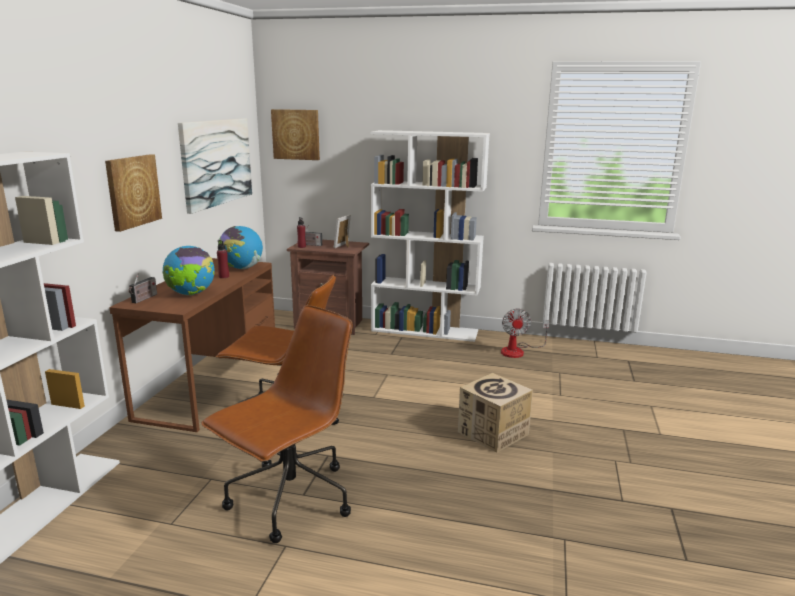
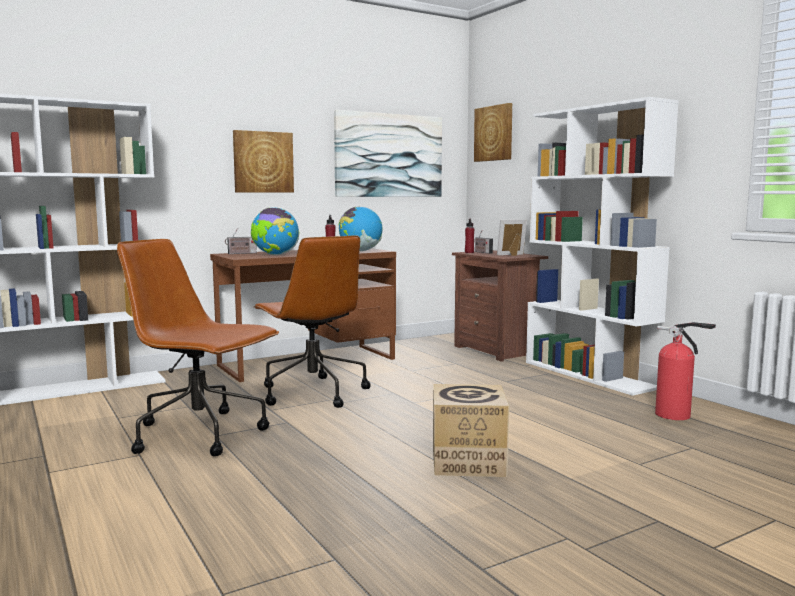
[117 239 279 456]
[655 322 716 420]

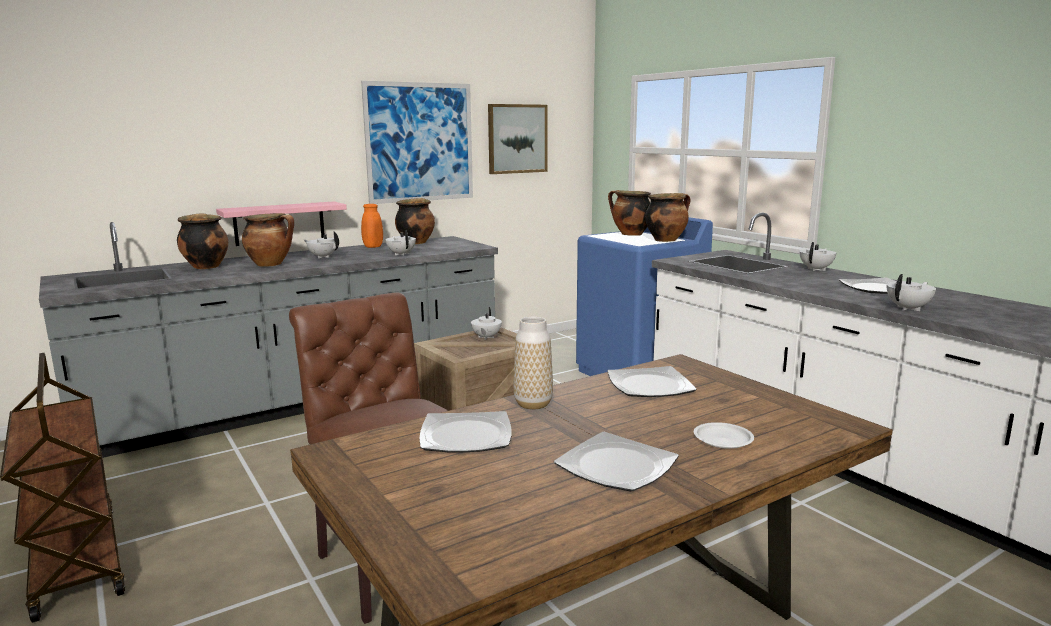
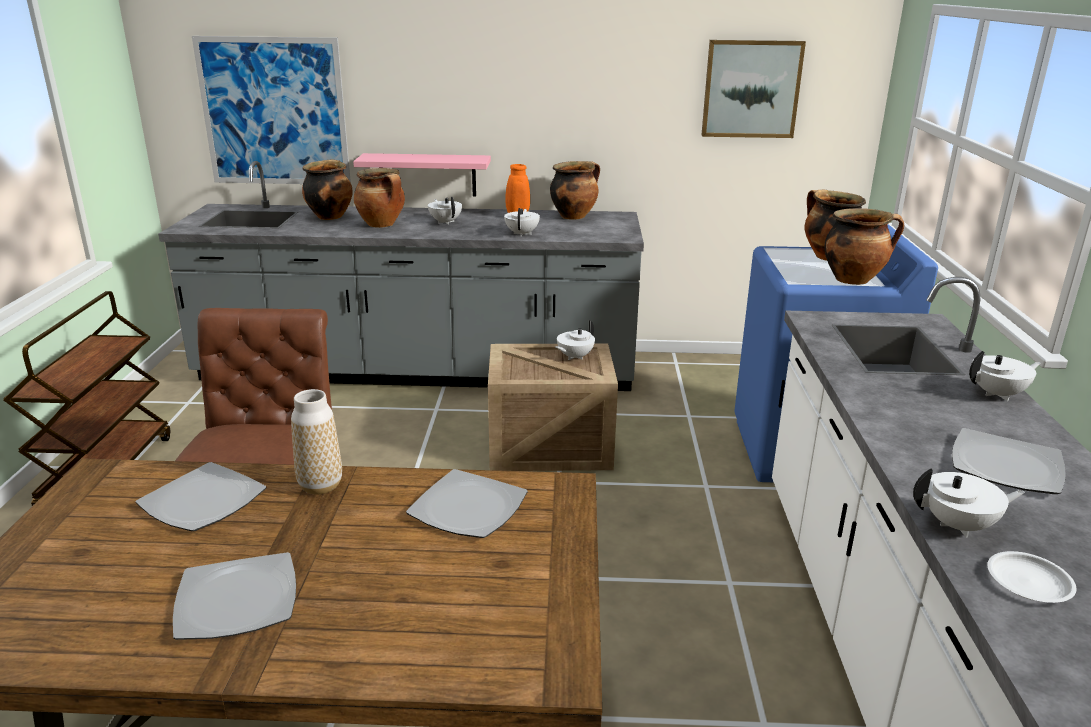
[192 36 351 184]
[988 551 1077 603]

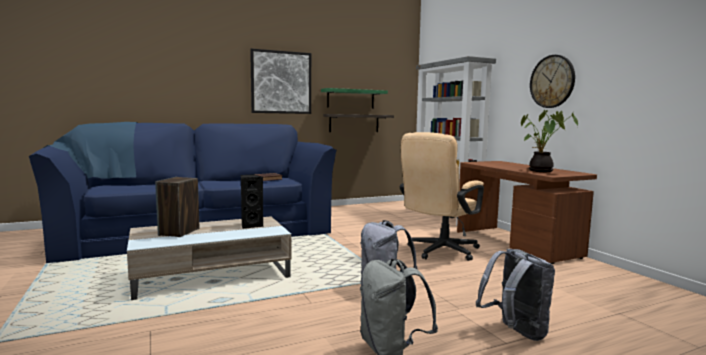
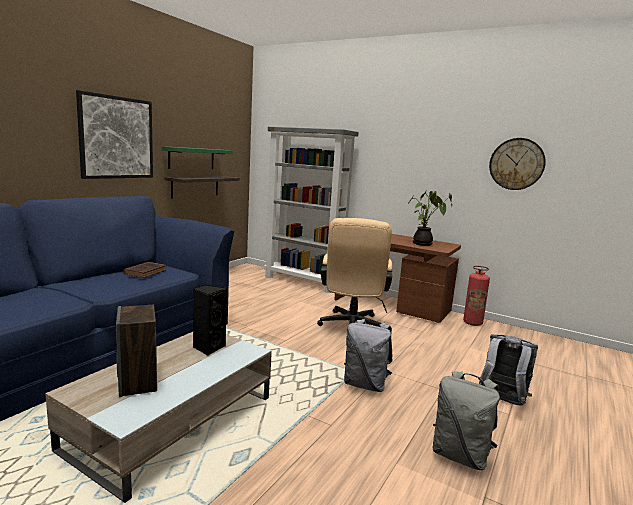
[489 138 546 190]
[463 266 490 326]

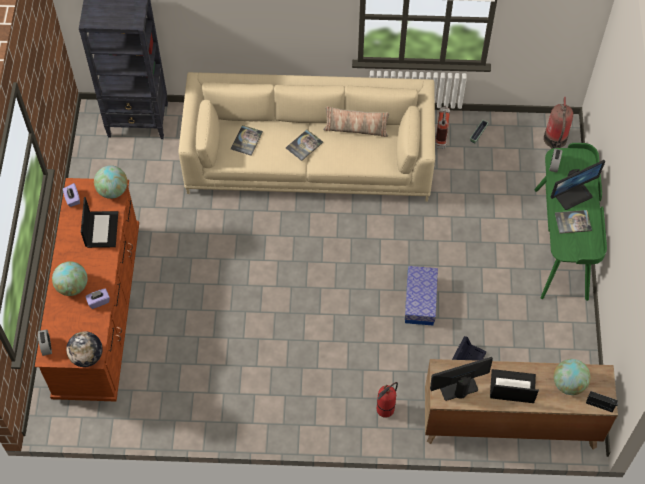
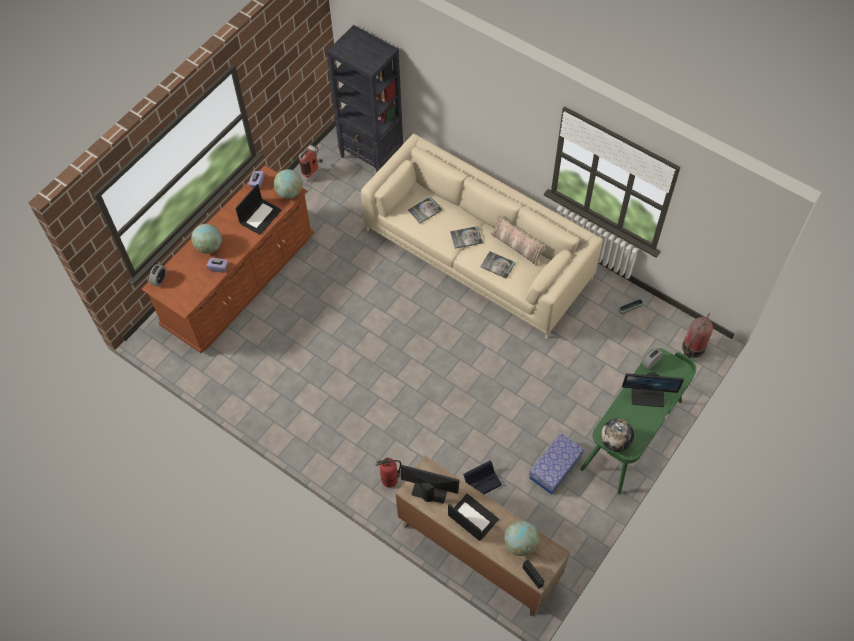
[299 145 323 183]
[481 251 516 279]
[529 433 584 495]
[601 419 634 452]

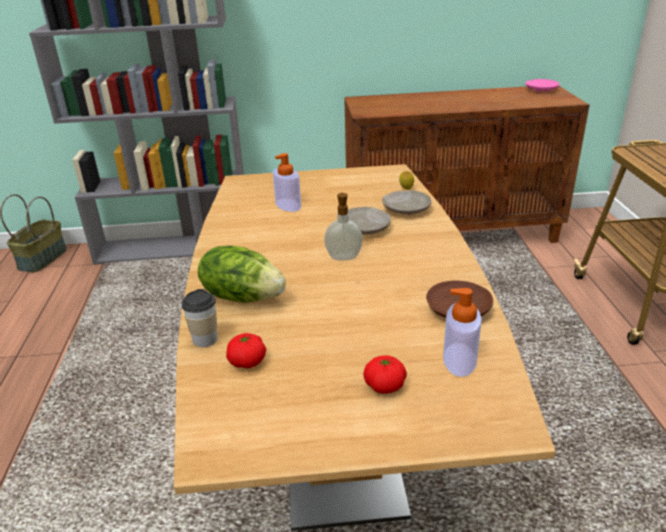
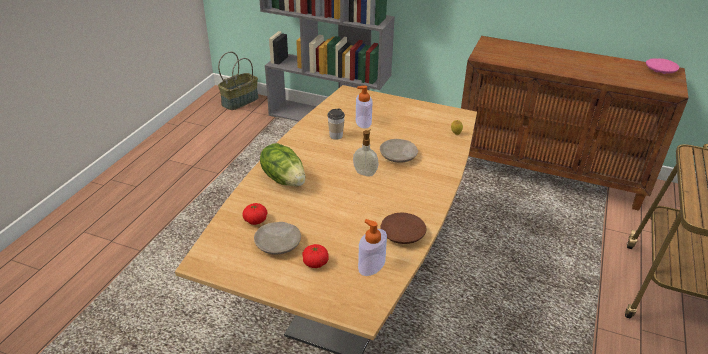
[254 222 301 255]
[327 108 345 140]

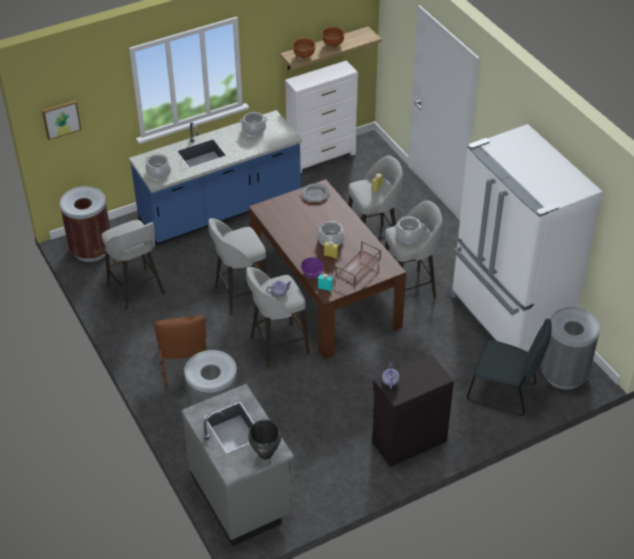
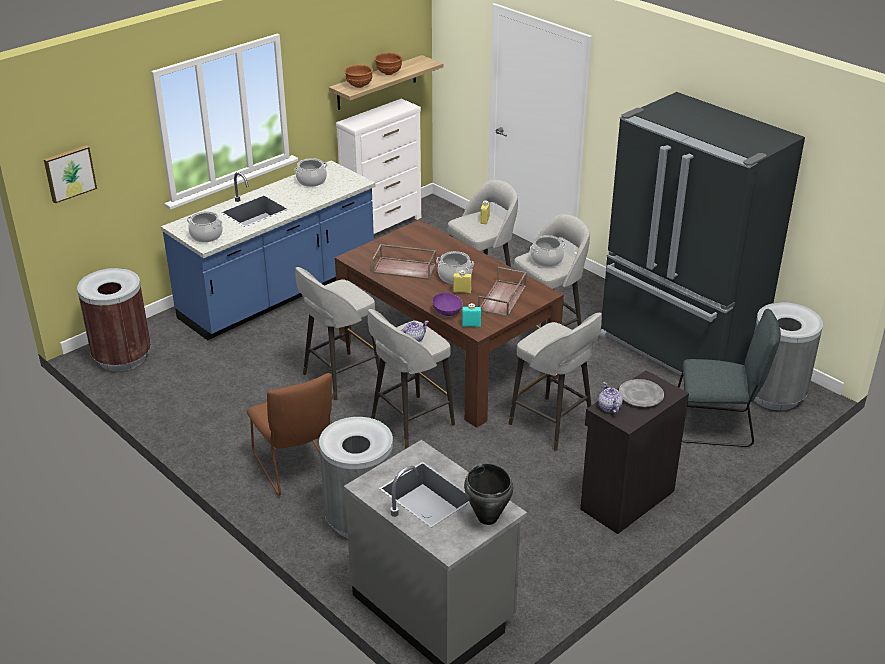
[599 92 805 375]
[619 379 664 407]
[509 313 602 451]
[372 244 436 280]

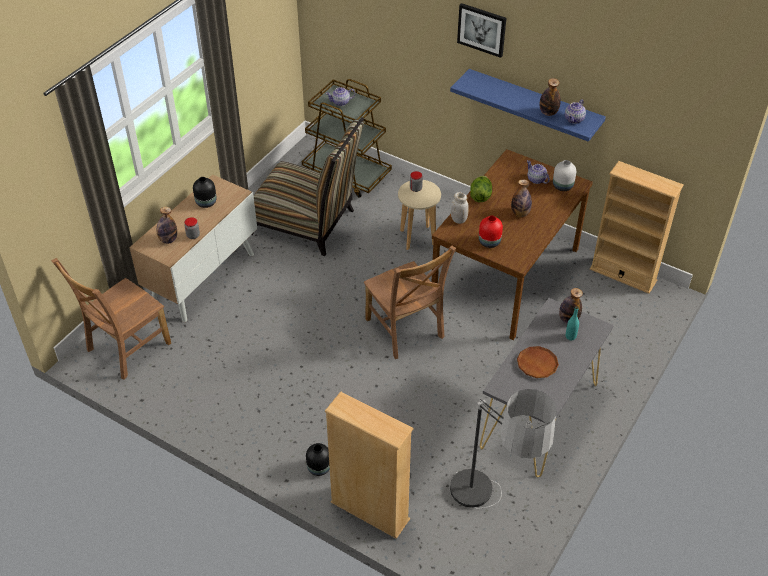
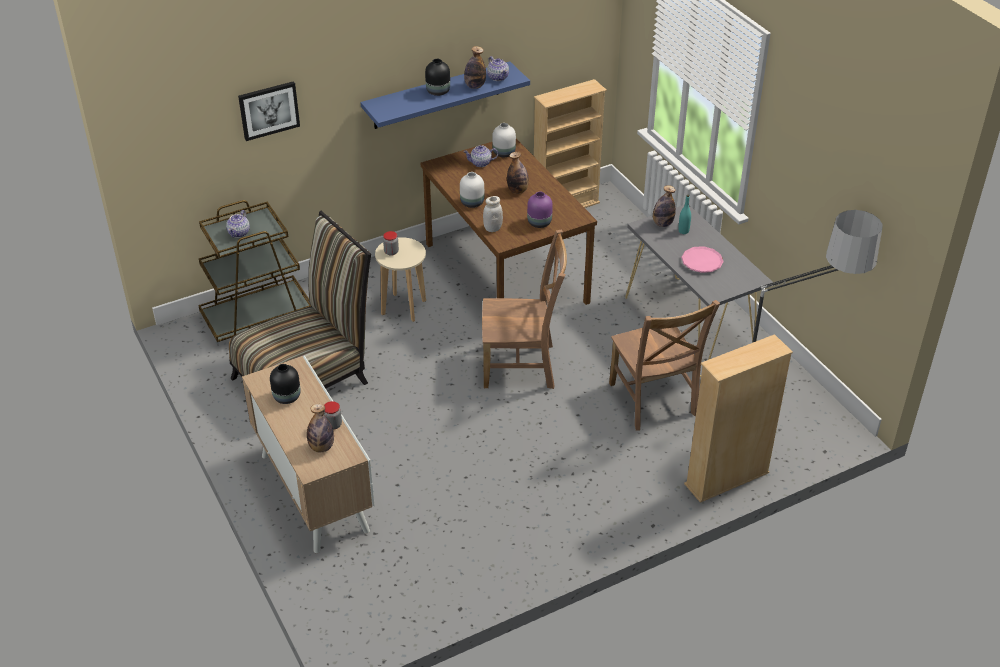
[238 81 300 141]
[460 172 484 208]
[527 192 553 228]
[609 300 720 431]
[681 246 724 273]
[425 59 450 96]

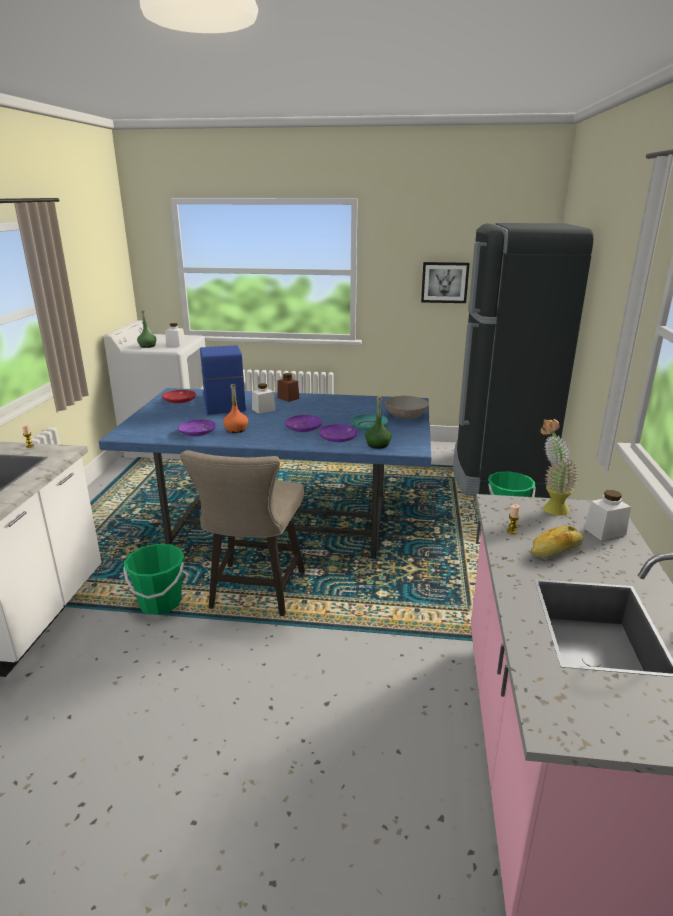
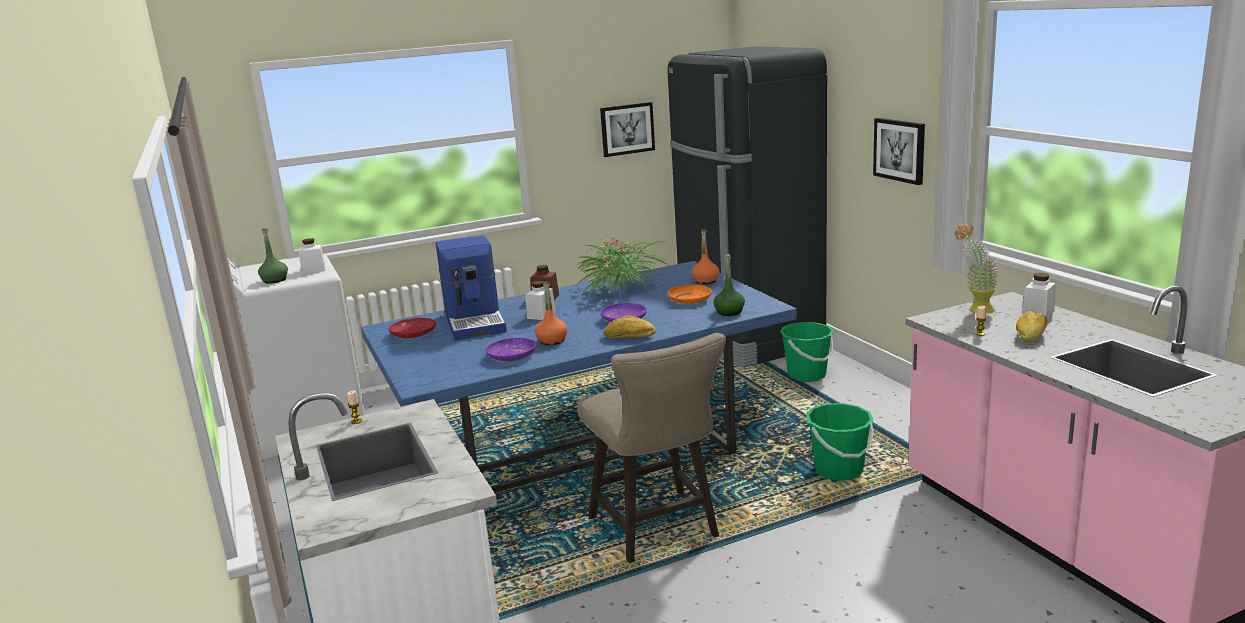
[436 235 507 341]
[691 229 720 284]
[667 285 712 304]
[319 424 357 442] (first image)
[806 403 874 481]
[873 118 925 185]
[576 235 673 299]
[604 315 655 338]

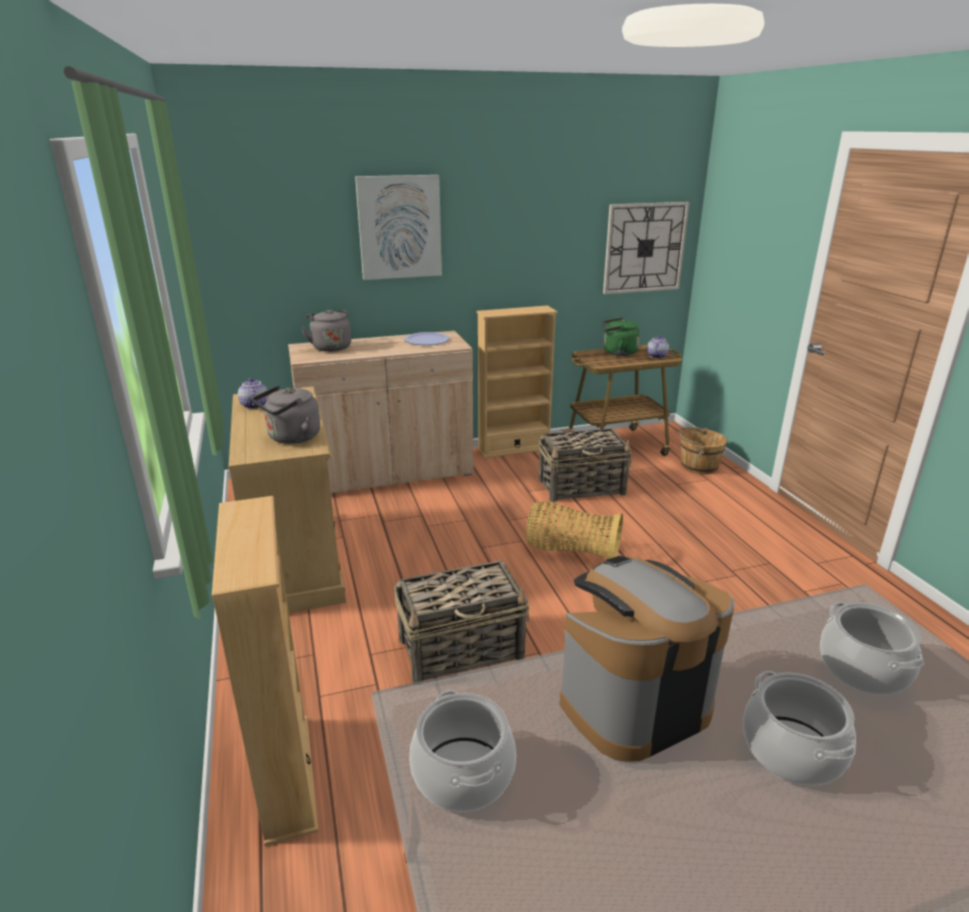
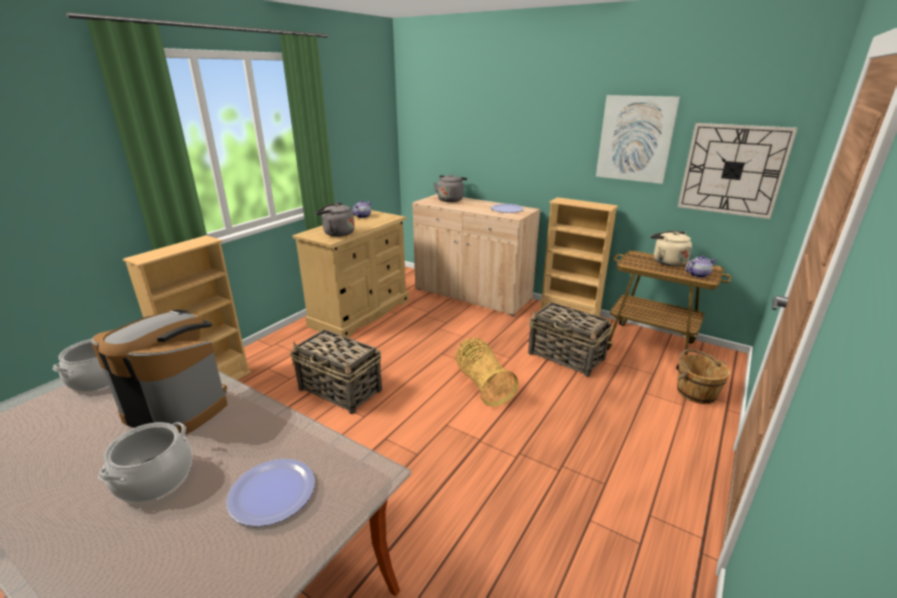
[596 95 680 184]
[650 231 692 266]
[226 459 315 527]

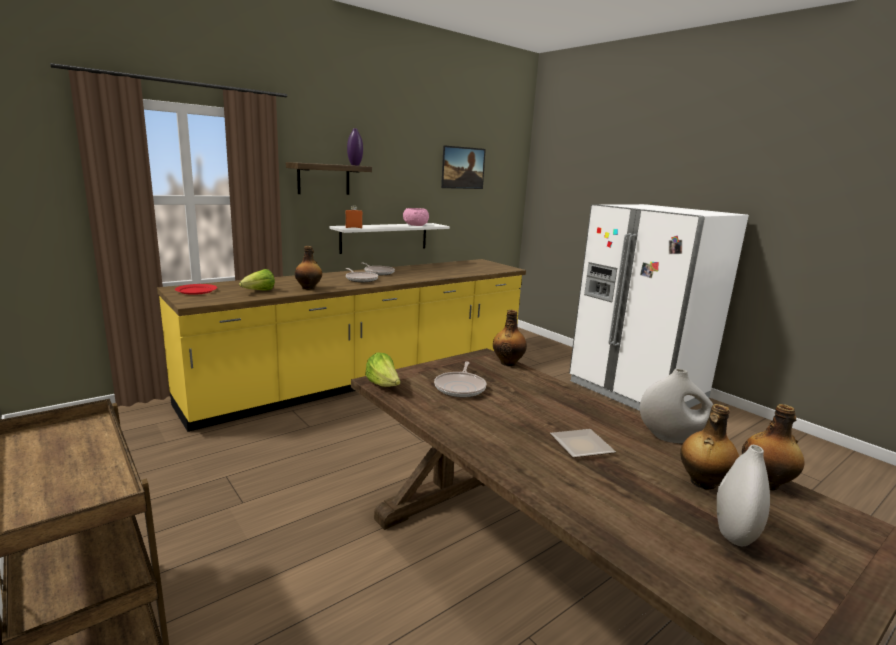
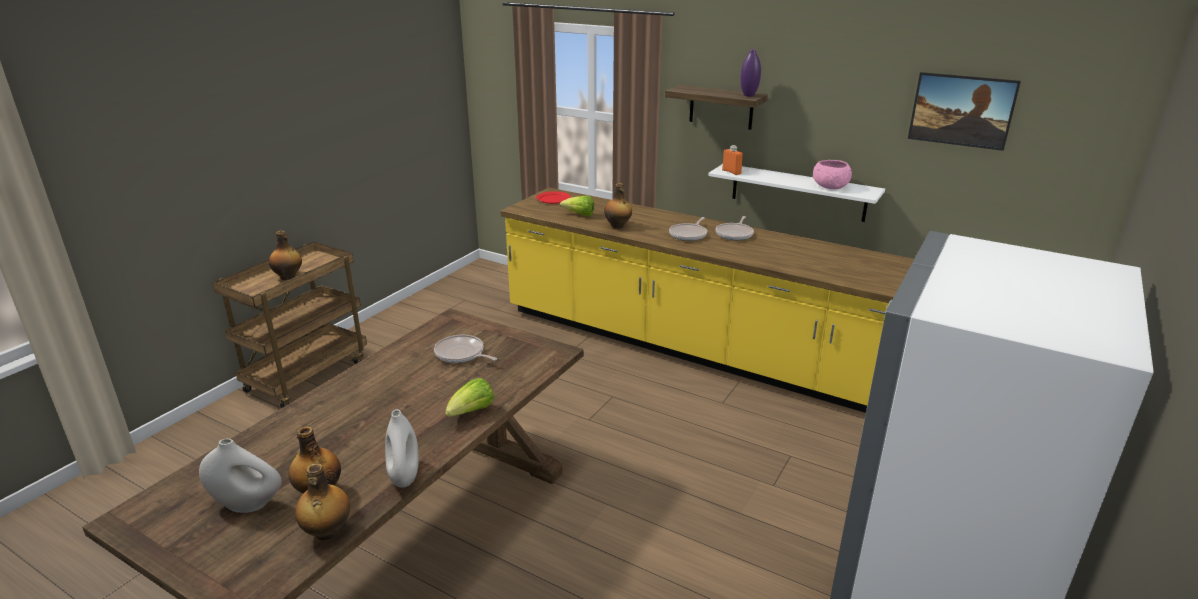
[269 230 302 280]
[445 378 494 417]
[434 335 497 363]
[550 429 616 458] (first image)

